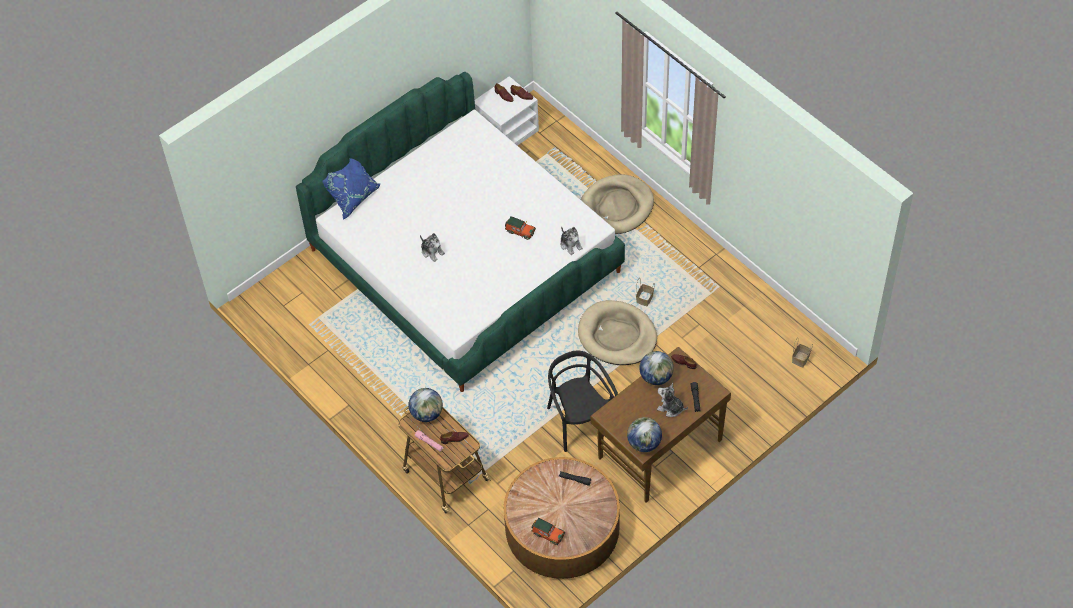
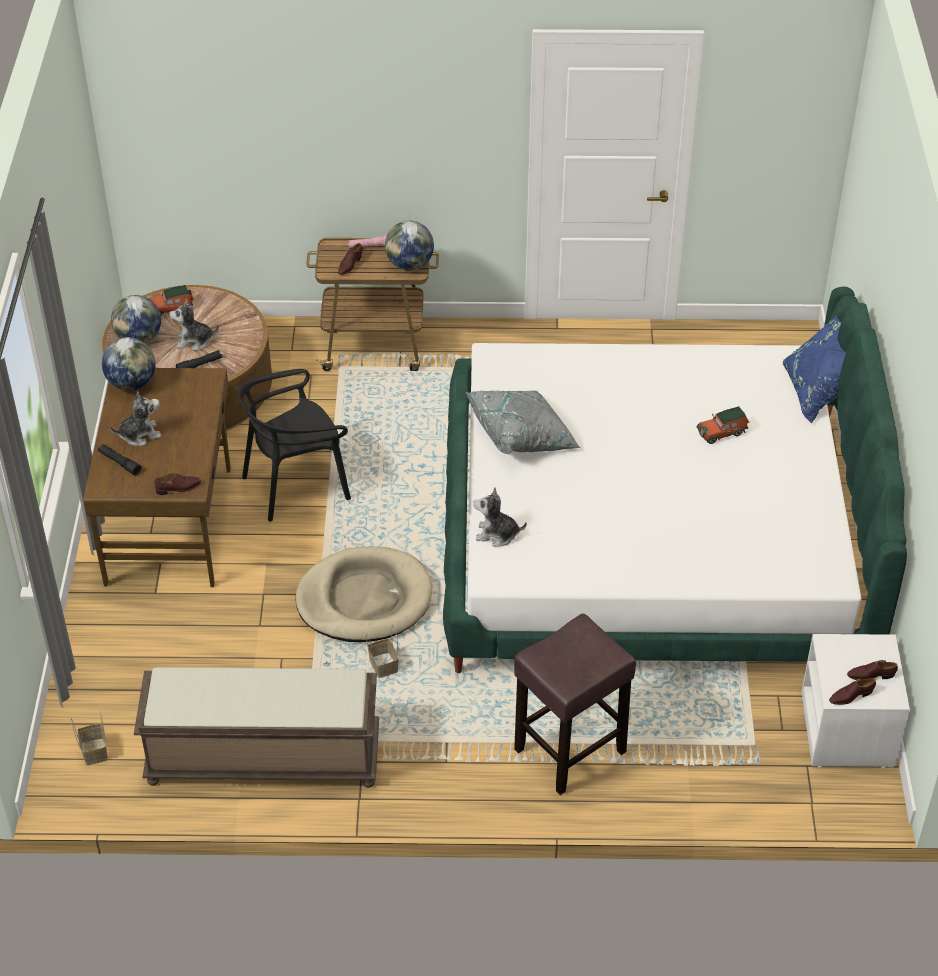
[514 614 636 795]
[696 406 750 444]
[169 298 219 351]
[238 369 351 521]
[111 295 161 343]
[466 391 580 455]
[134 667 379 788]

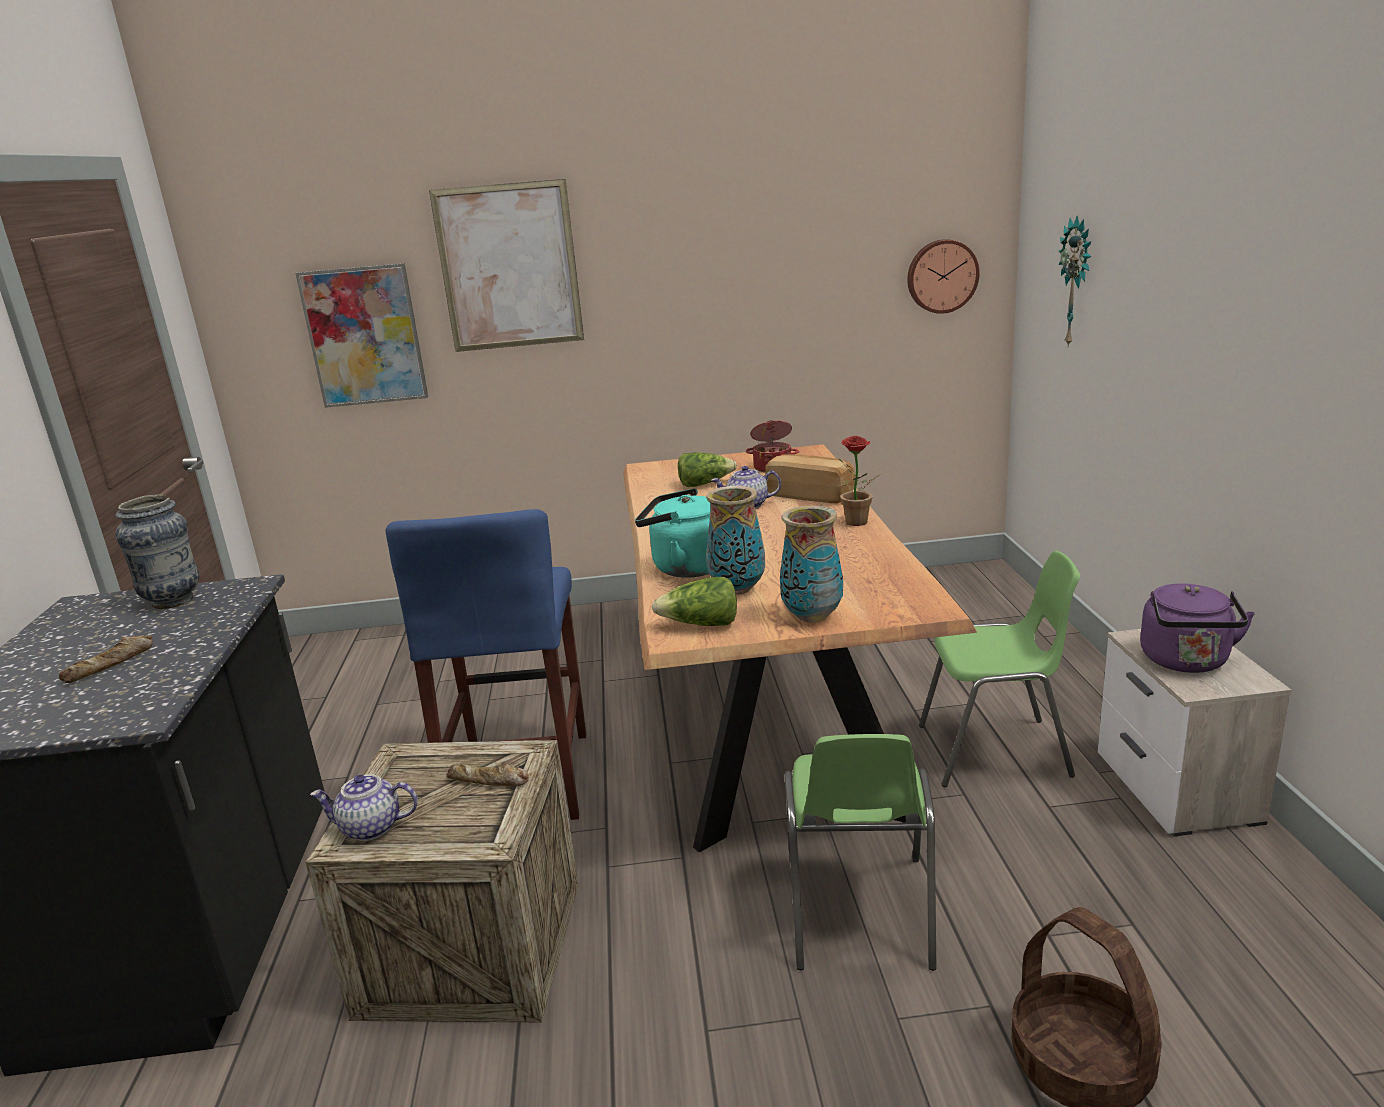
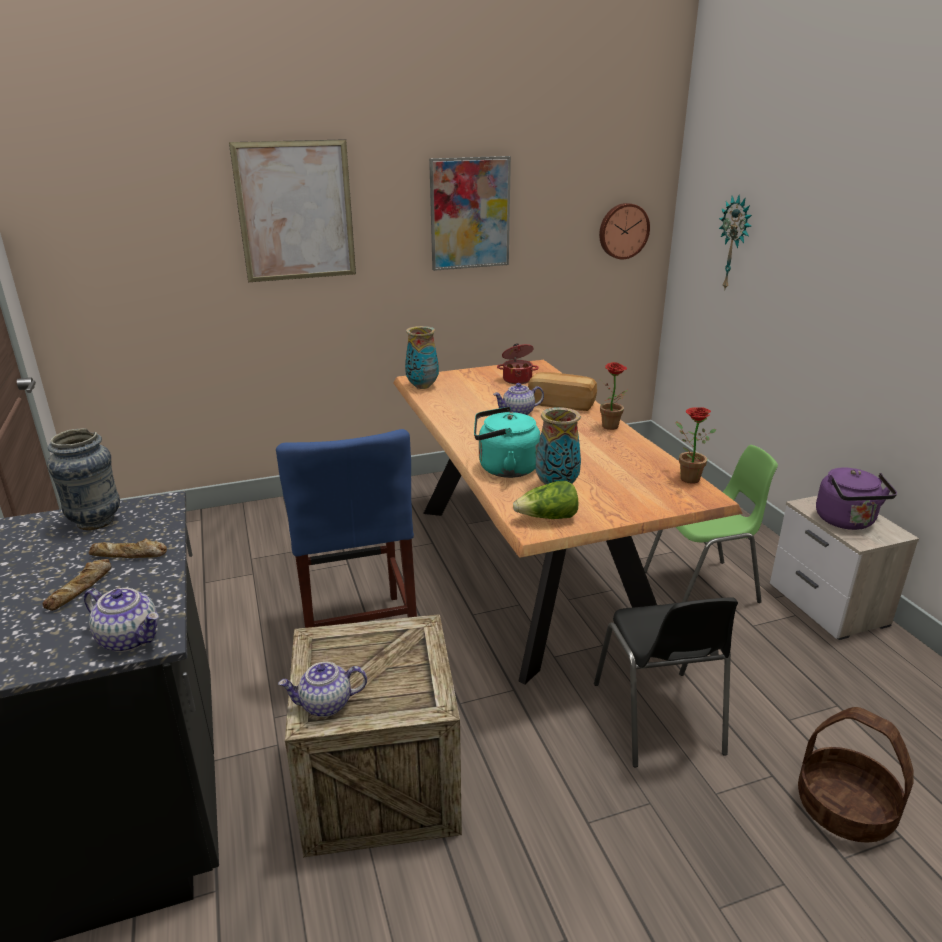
[429 156 511 271]
[678 452 737 487] (first image)
[405 326 439 389]
[594 597 738 768]
[88 538 167 558]
[676 407 717 484]
[84 588 159 652]

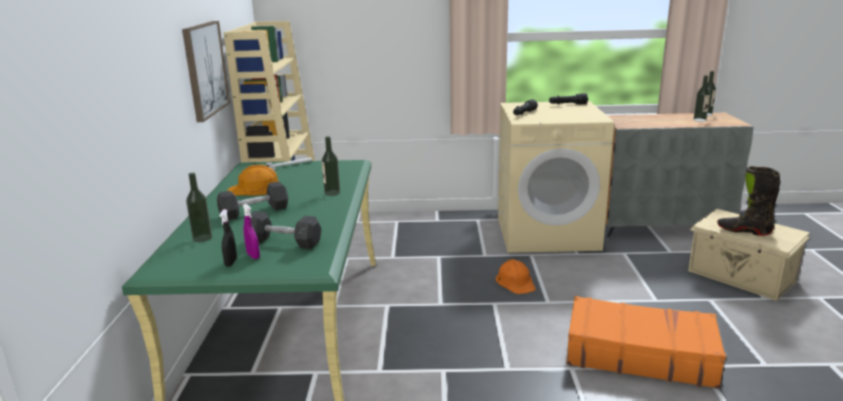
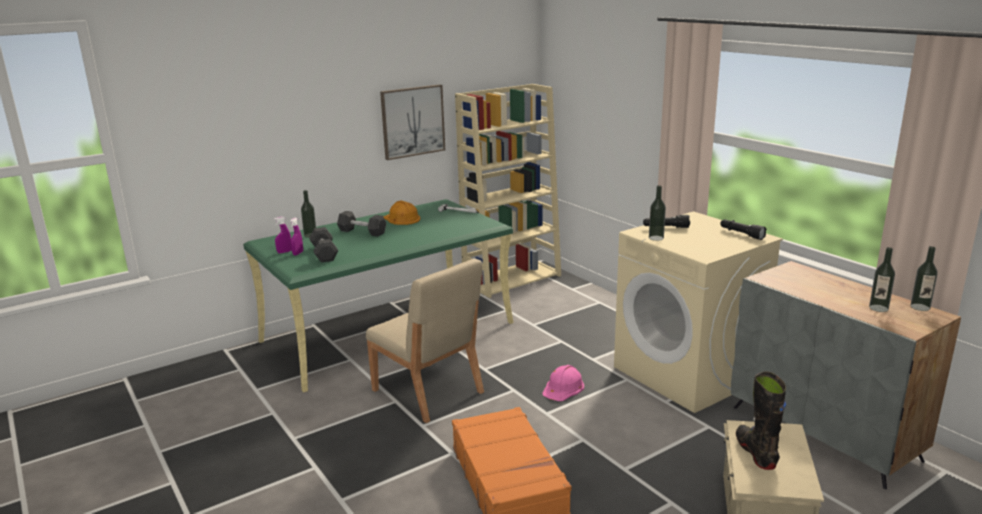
[649 186 666 241]
[274 217 292 254]
[542 365 584 401]
[366 259 484 423]

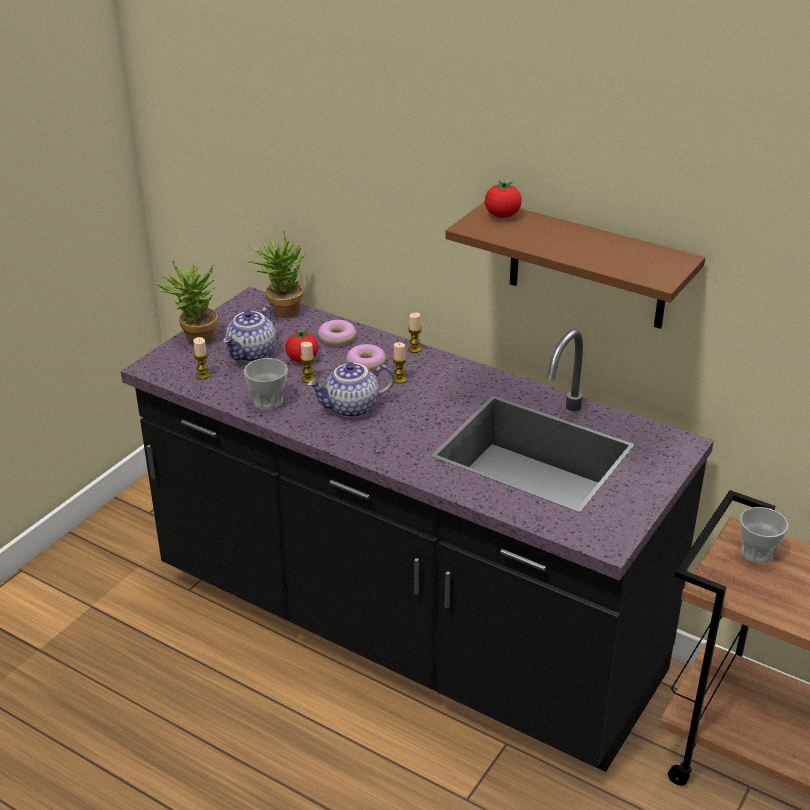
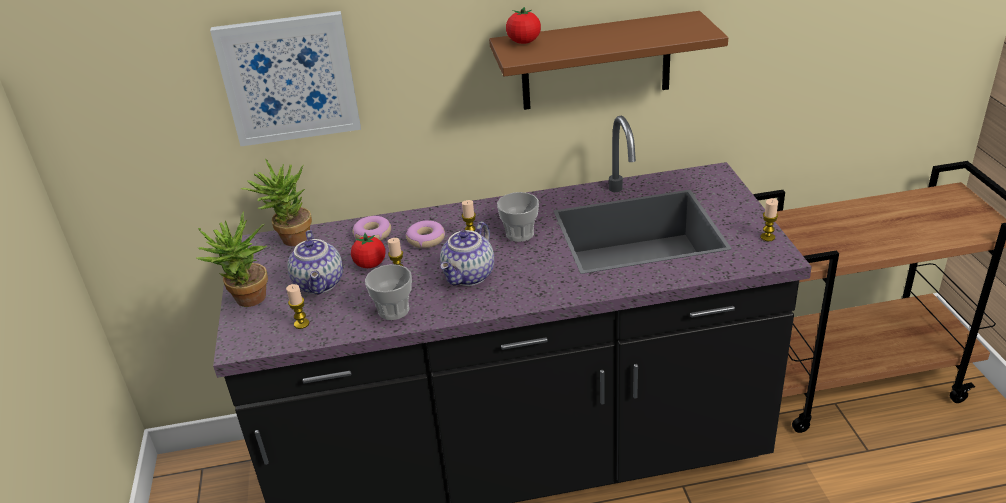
[760 198 778 241]
[497 192 539 242]
[210 11 361 146]

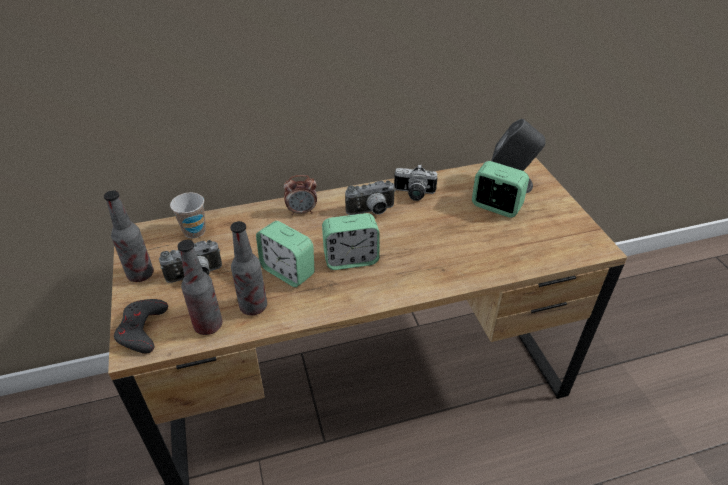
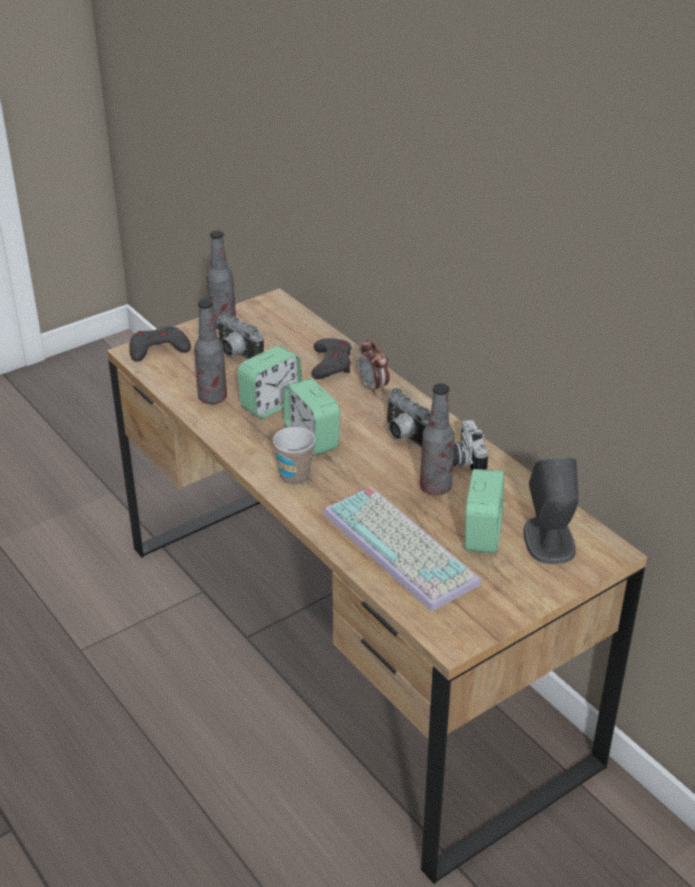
[273 427 315 486]
[237 346 302 419]
[420 383 455 495]
[311 338 351 379]
[323 487 481 612]

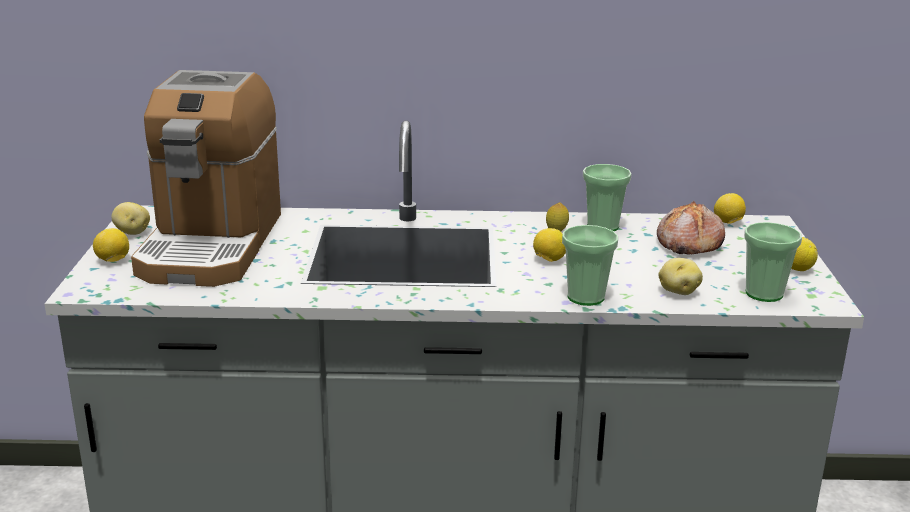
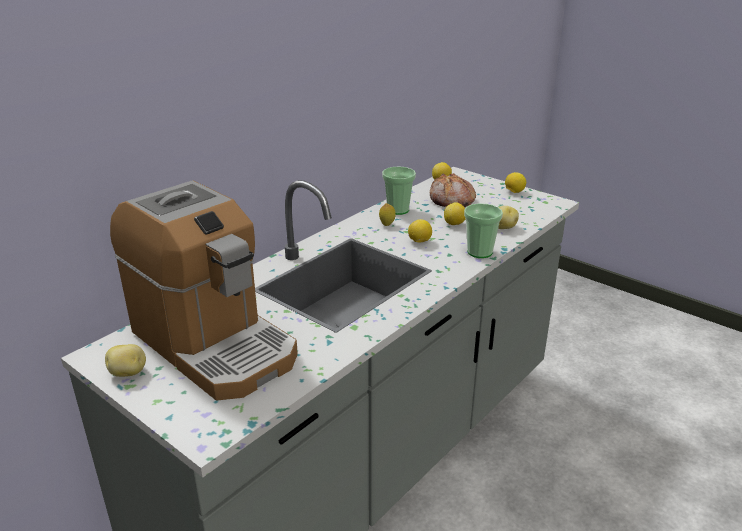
[744 222 802 302] (first image)
[444 202 466 225]

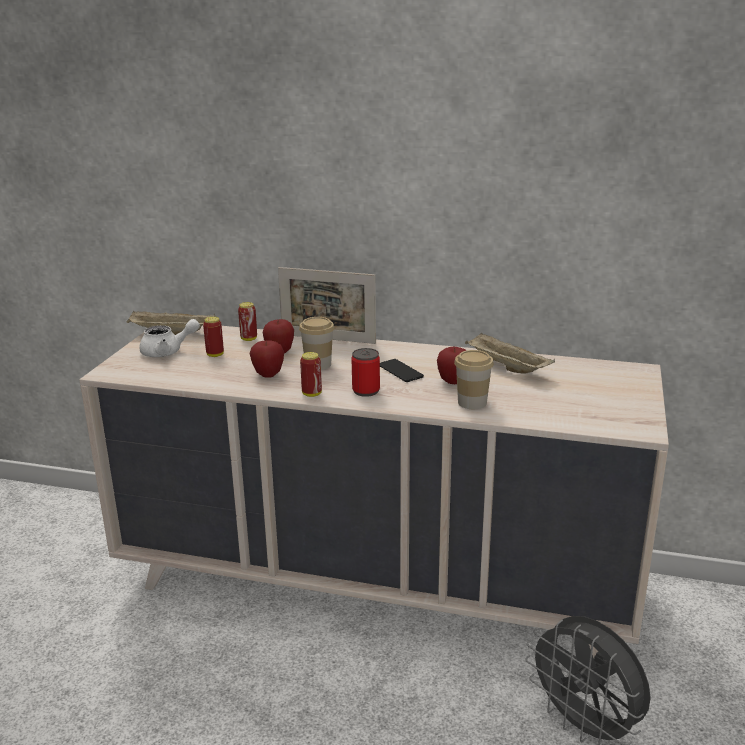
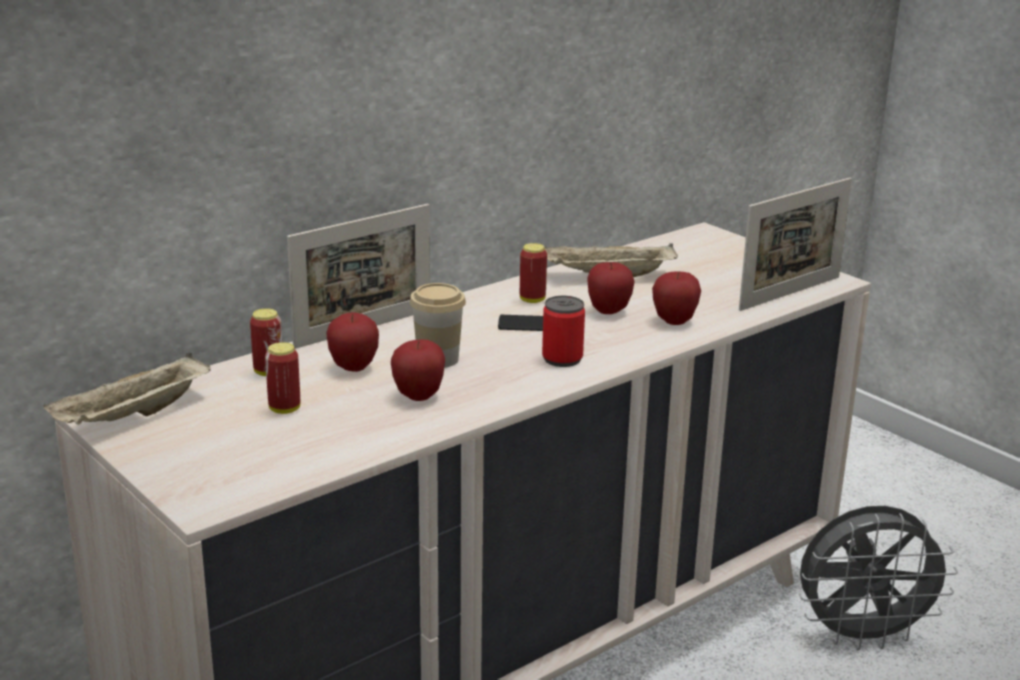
[139 319 200 357] (first image)
[652 271 701 325]
[520 243 547 303]
[739 178 852 311]

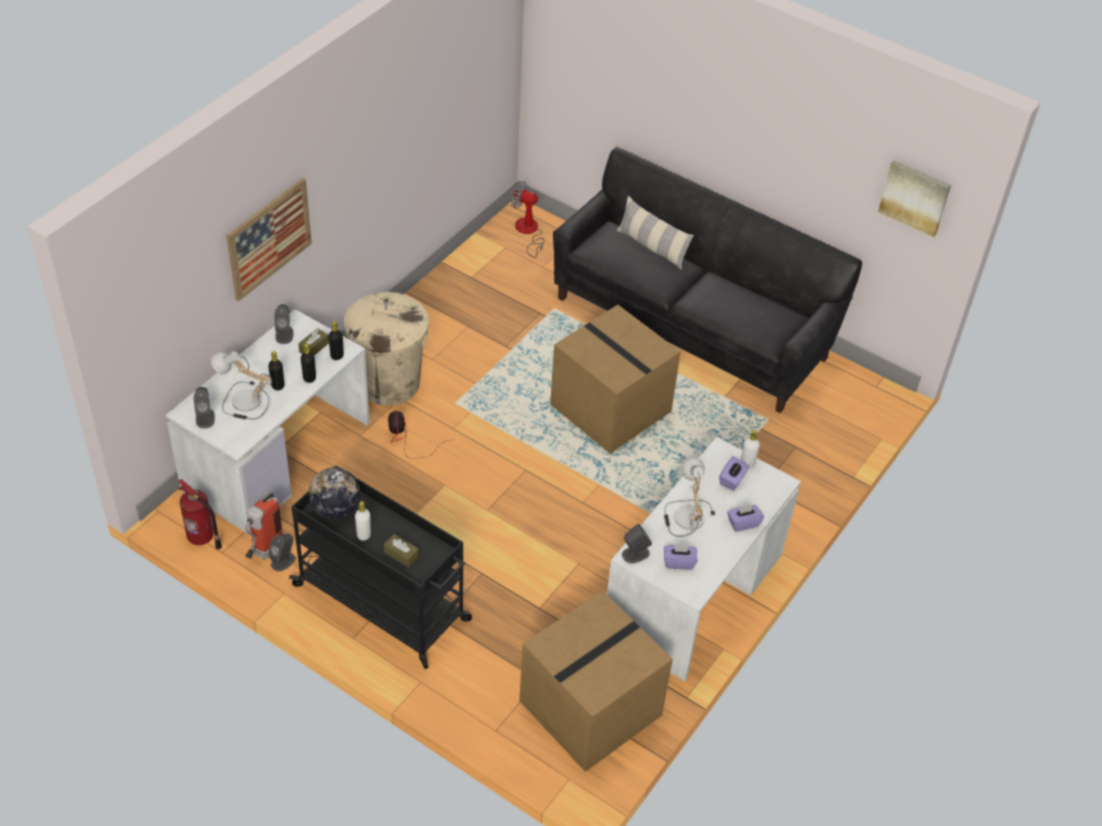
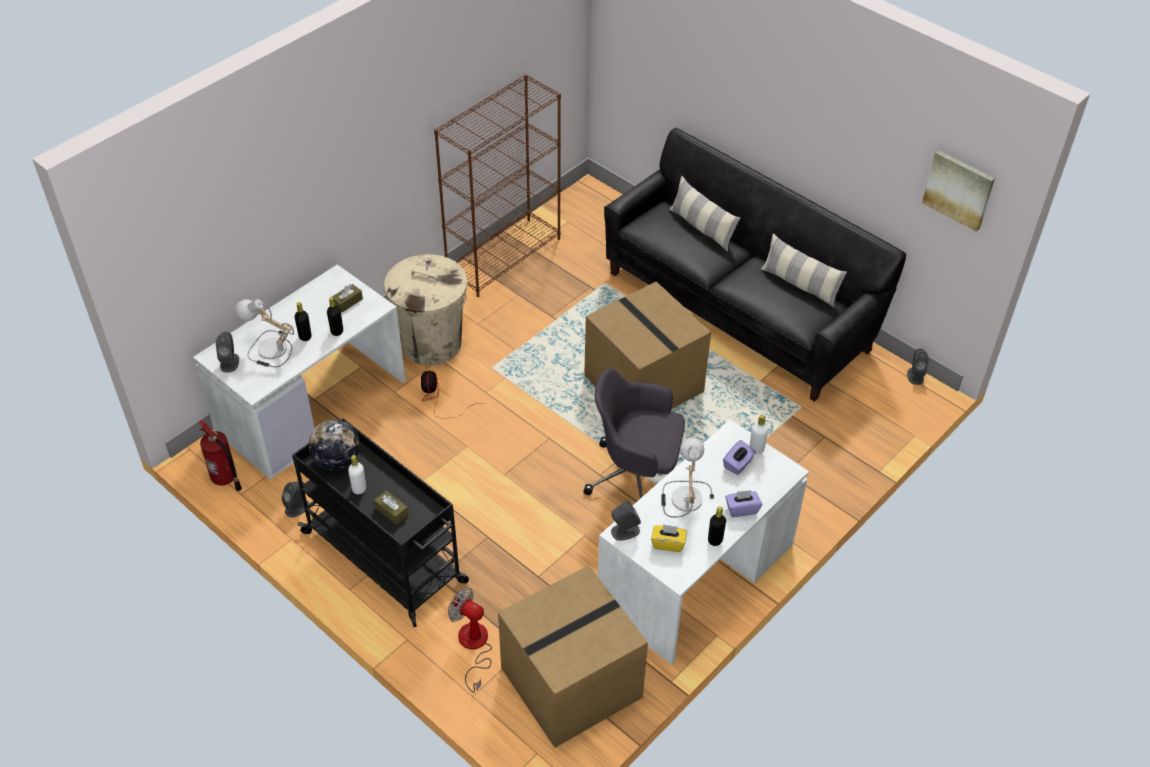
[226 178 312 301] (first image)
[448 587 492 693]
[907 348 929 385]
[708 507 726 546]
[245 491 284 559] (first image)
[651 524 687 552]
[434 74 561 297]
[761 233 847 307]
[583 368 685 499]

